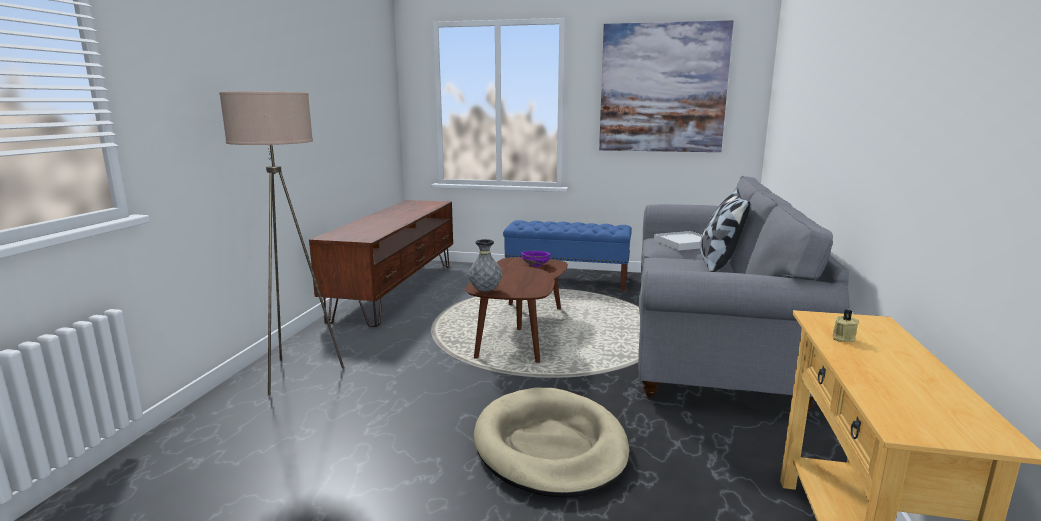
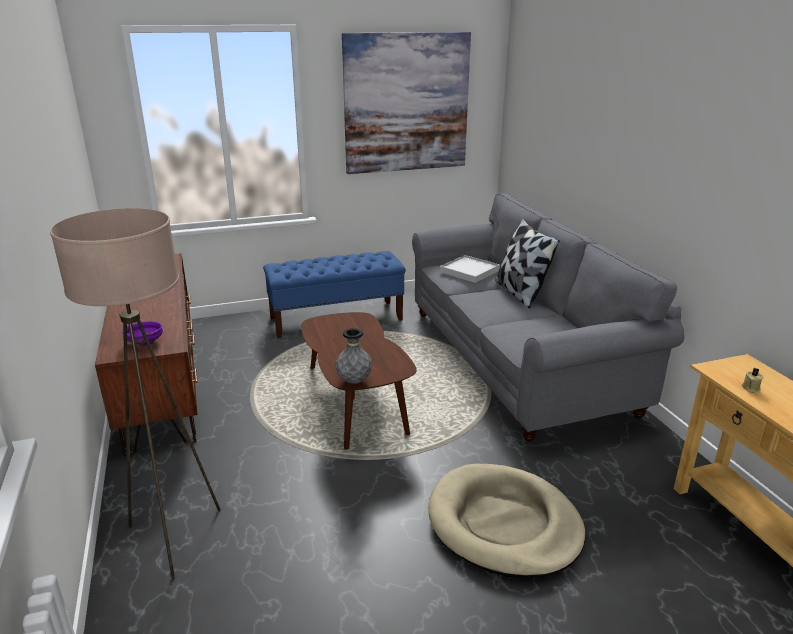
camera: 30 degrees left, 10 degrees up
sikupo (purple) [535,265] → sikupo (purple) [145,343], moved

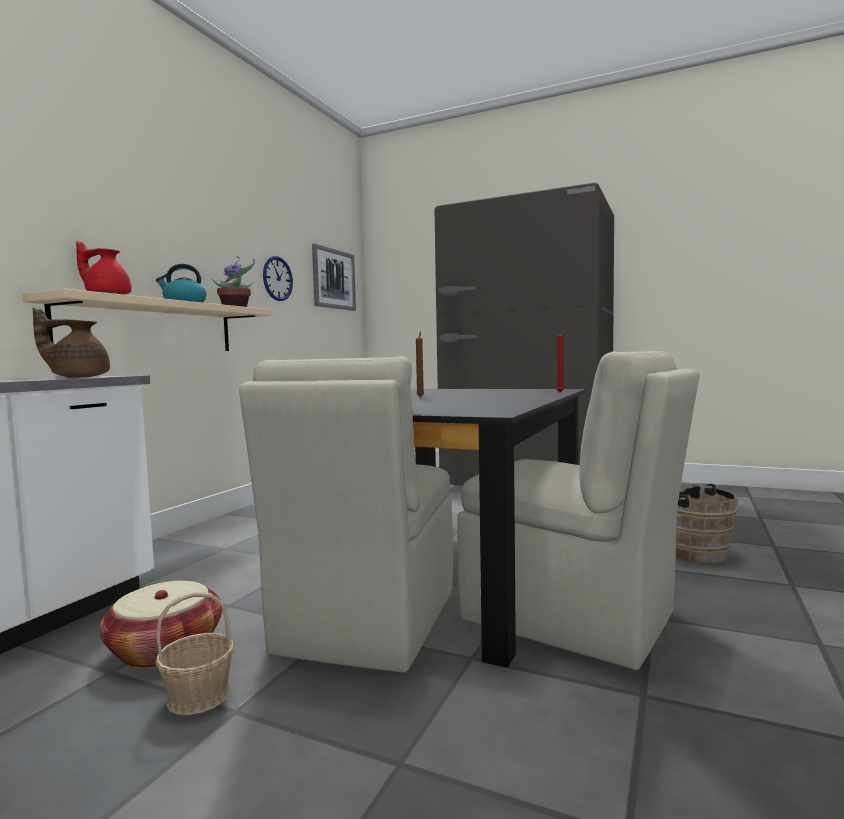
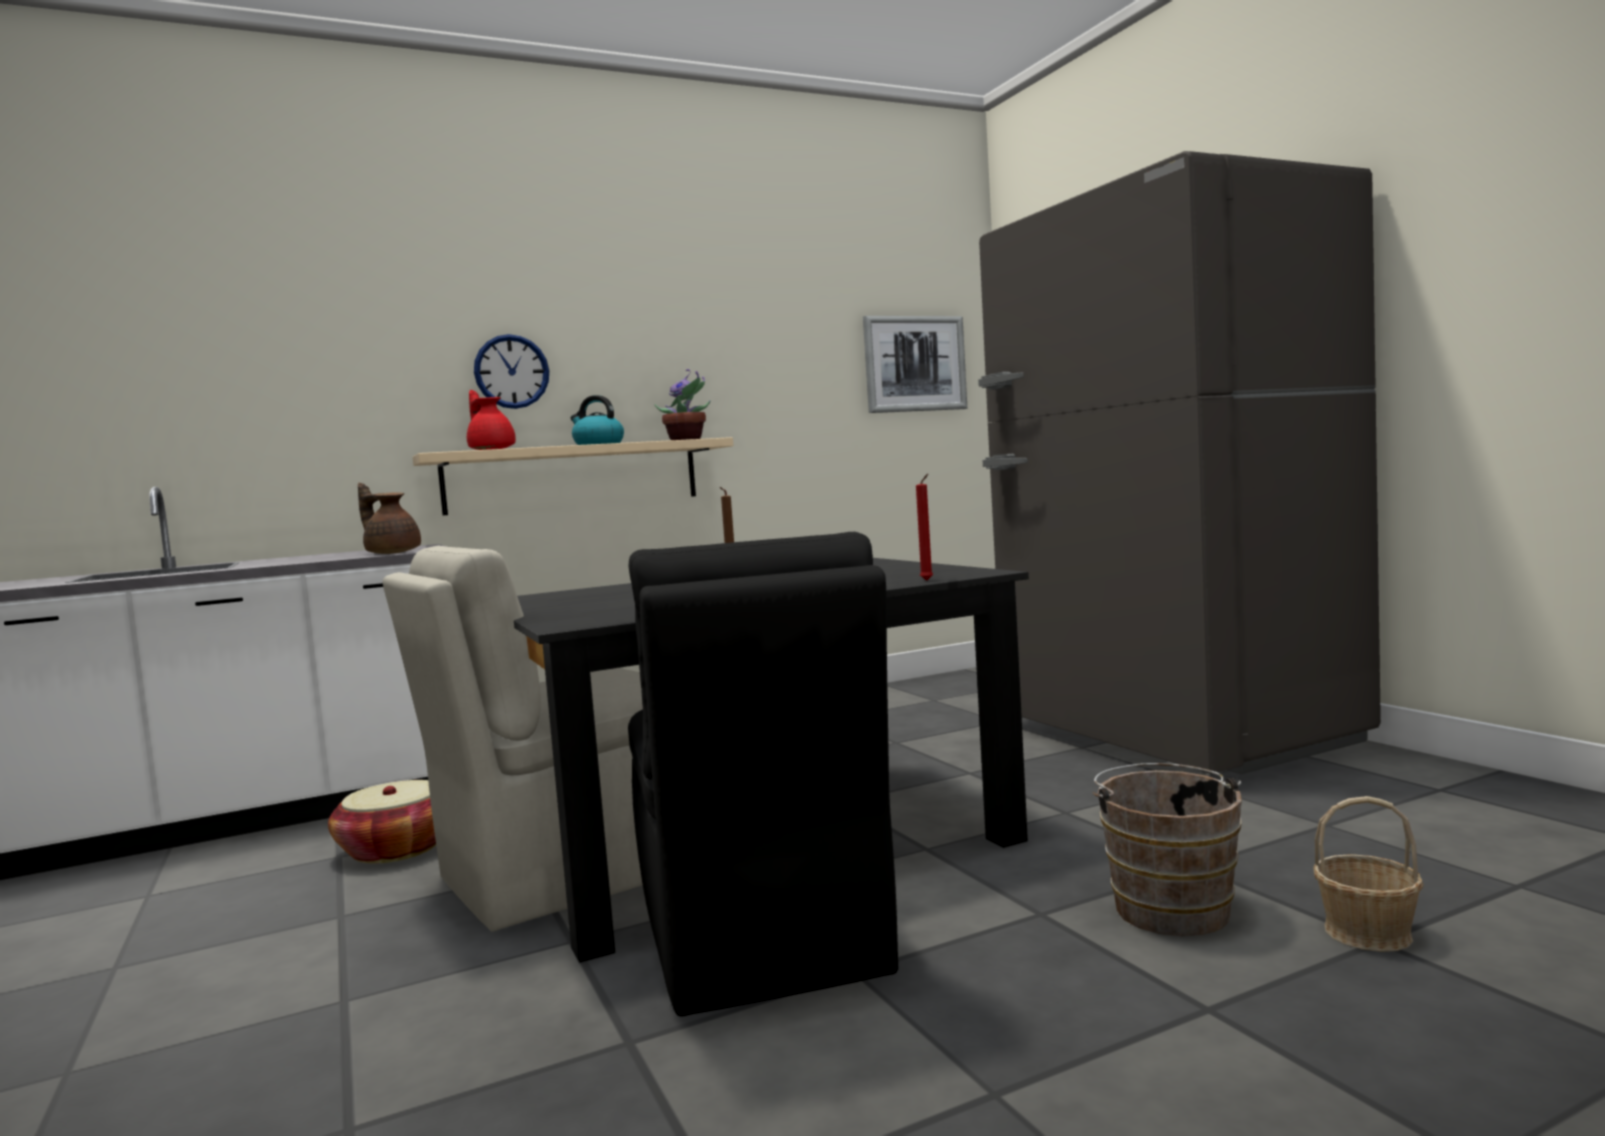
camera: 40 degrees right, 0 degrees up
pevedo [199,696] → pevedo [1368,933], moved
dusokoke [277,278] → dusokoke [511,371], moved
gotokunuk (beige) [572,618] → gotokunuk (black) [760,938]

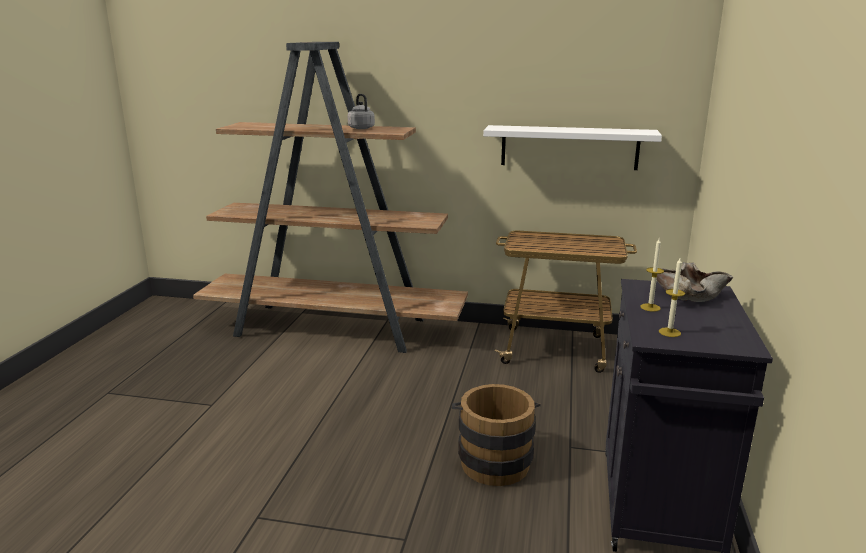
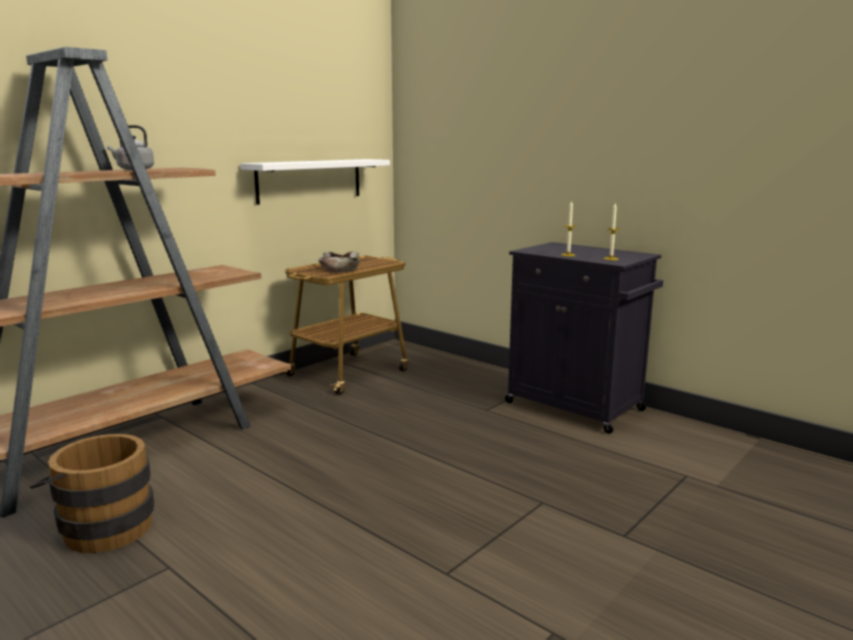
camera: 60 degrees left, 5 degrees down
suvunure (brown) [493,459] → suvunure (brown) [102,527], moved
sikupo (beige) [689,294] → sikupo (beige) [341,269], moved

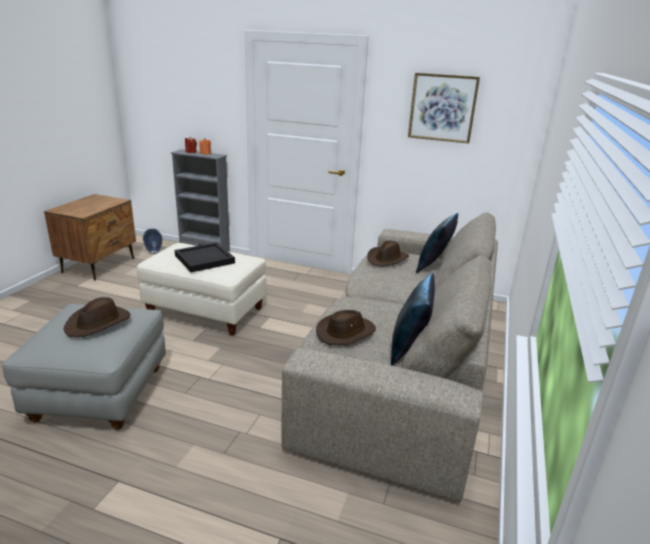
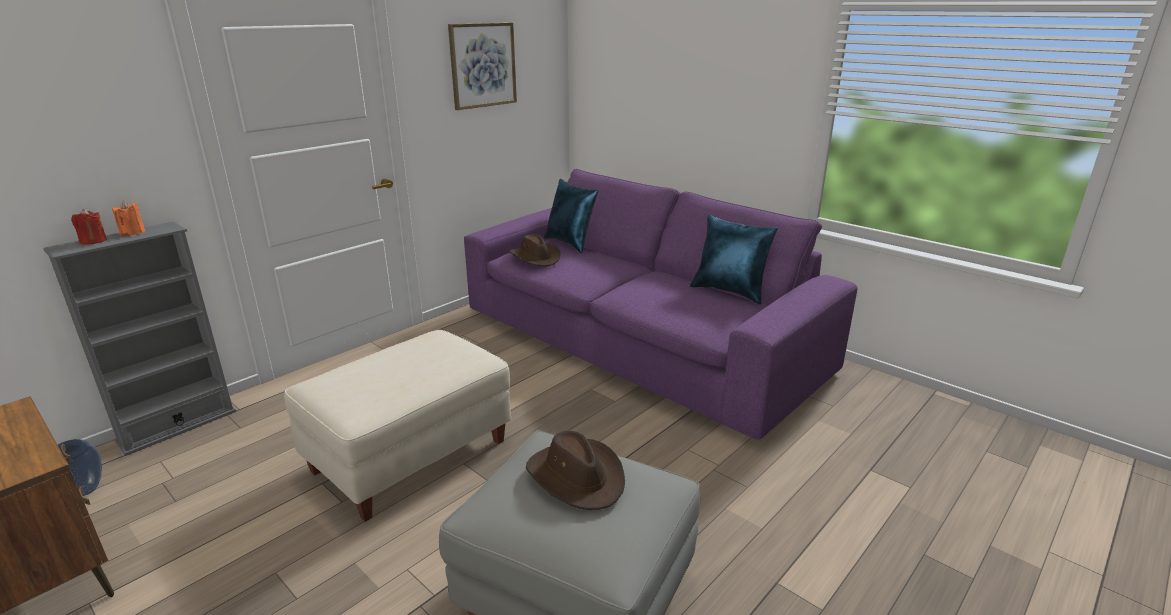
camera: 65 degrees left, 0 degrees up
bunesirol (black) [204,259] → -
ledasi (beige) [403,361] → ledasi (purple) [636,341]
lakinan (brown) [345,332] → -

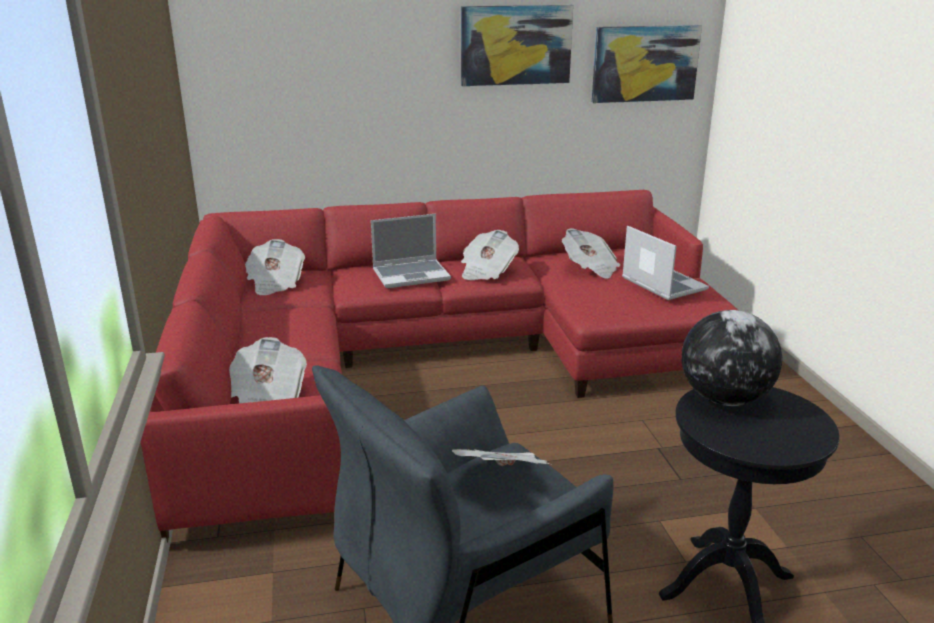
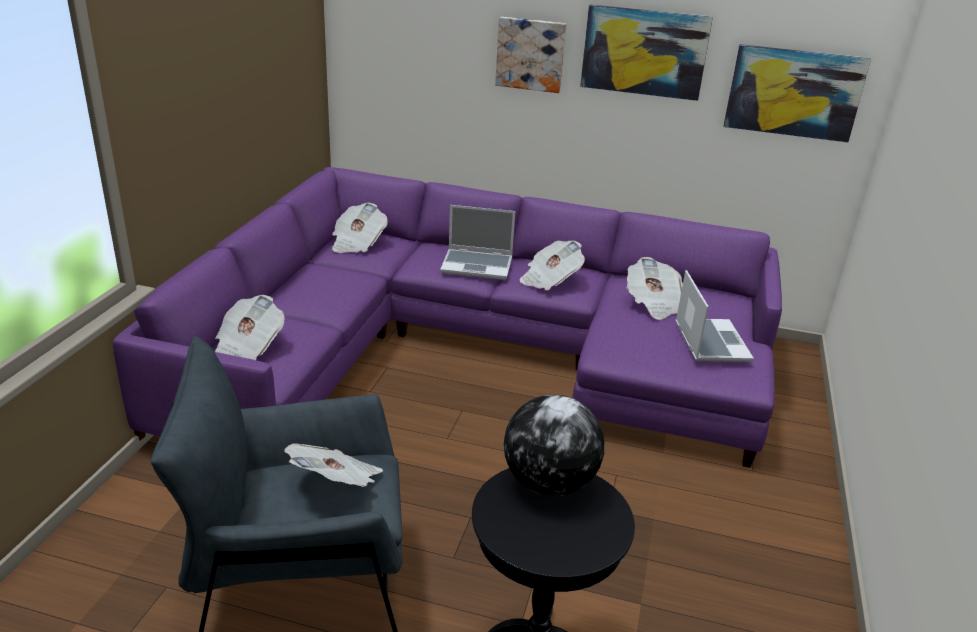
camera: 25 degrees right, 5 degrees up
ledasi (red) [427,363] → ledasi (purple) [470,353]
- → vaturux [531,54]

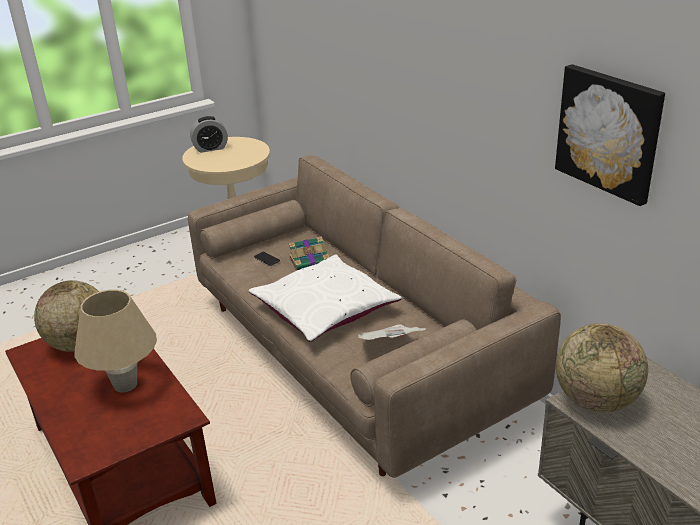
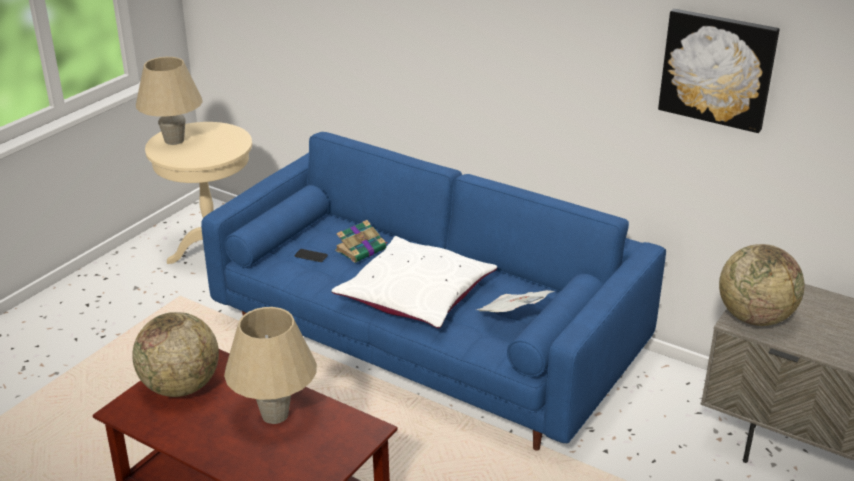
camera: 25 degrees left, 0 degrees up
ledasi (beige) [355,353] → ledasi (blue) [427,341]
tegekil [210,148] → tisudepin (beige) [174,140]

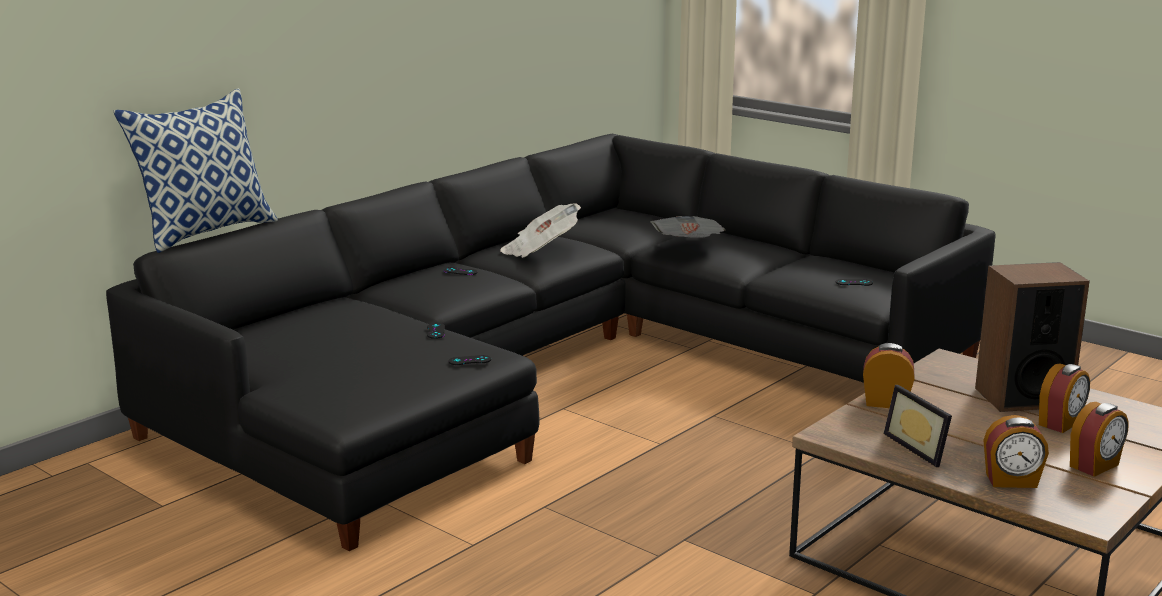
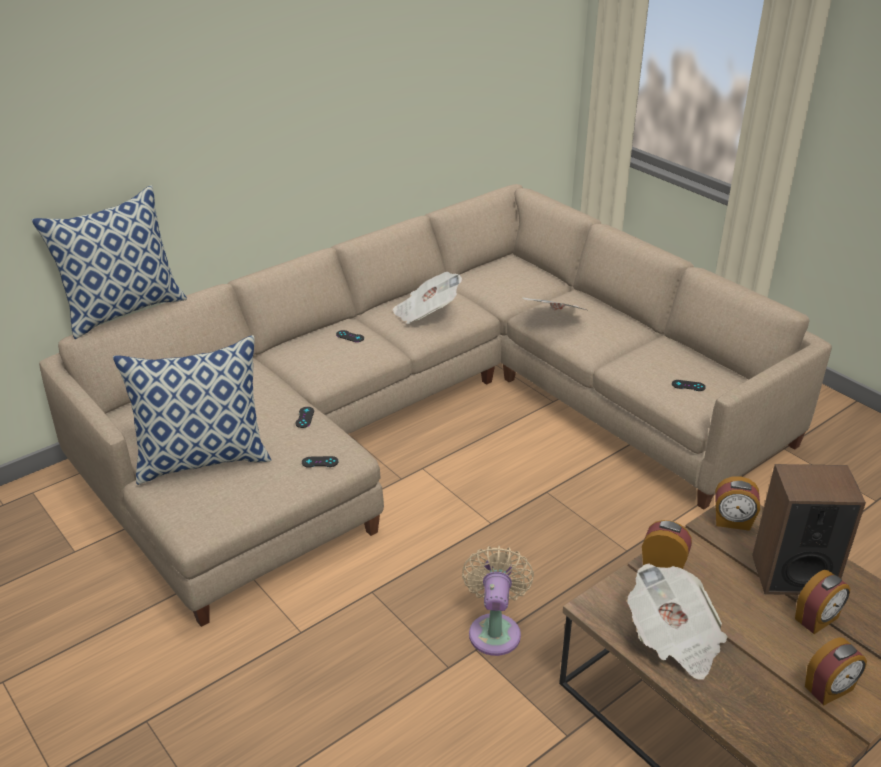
camera: 10 degrees right, 15 degrees up
ledasi (black) [554,369] → ledasi (beige) [429,417]
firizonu [921,447] → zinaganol [674,639]
tegekil [1011,481] → tegekil [732,521], moved
- → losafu [203,459]
- → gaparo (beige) [495,630]

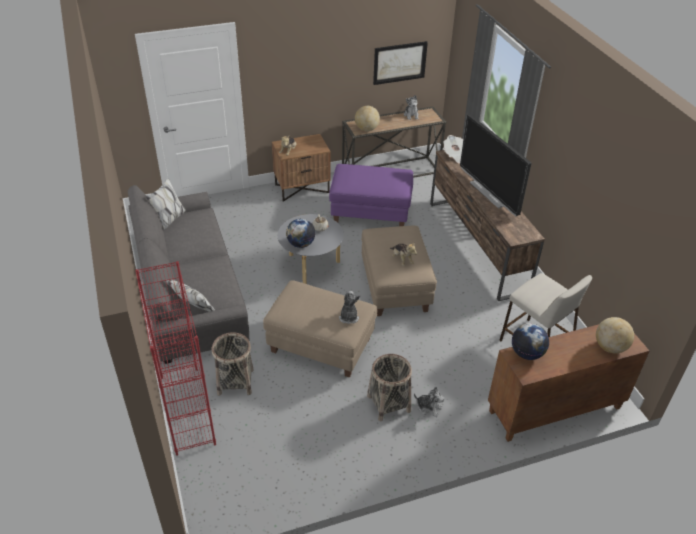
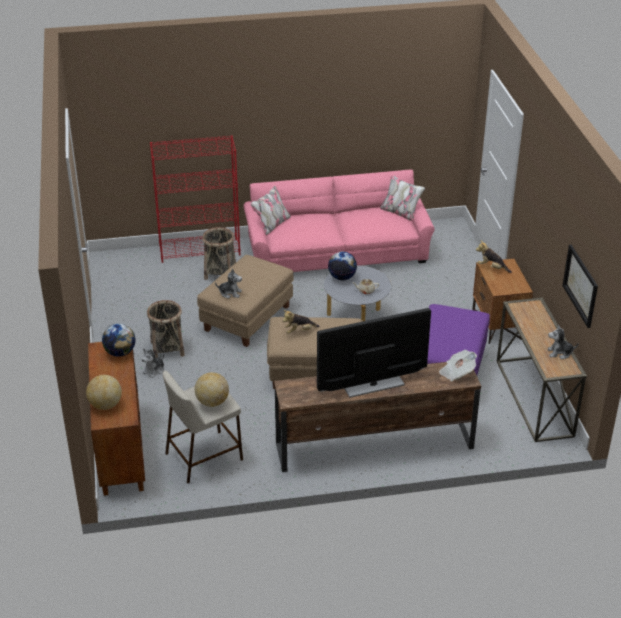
camera: 100 degrees right, 5 degrees down
ledasi (grey) [189,290] → ledasi (pink) [337,251]
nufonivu [366,129] → nufonivu [212,402], moved

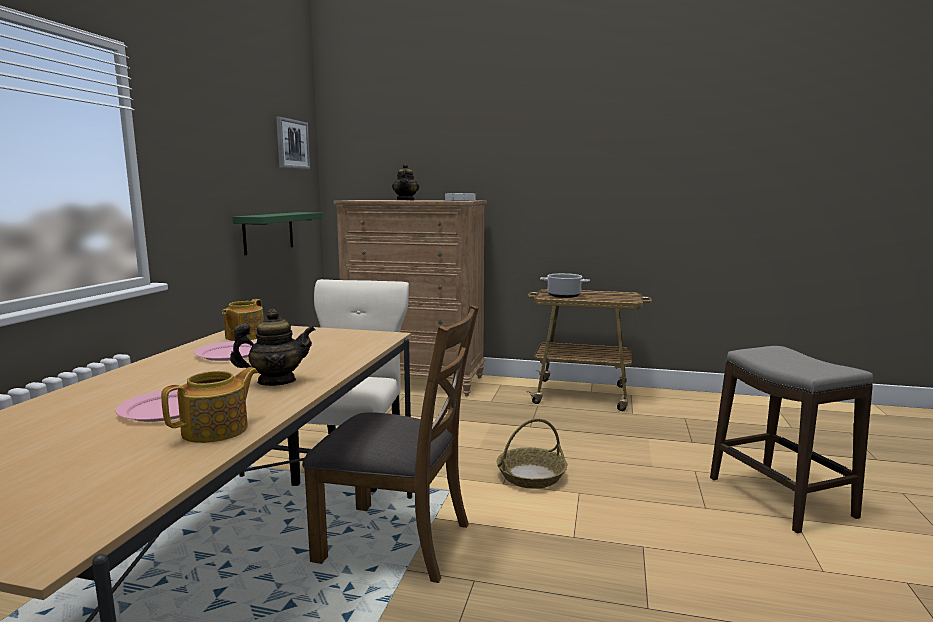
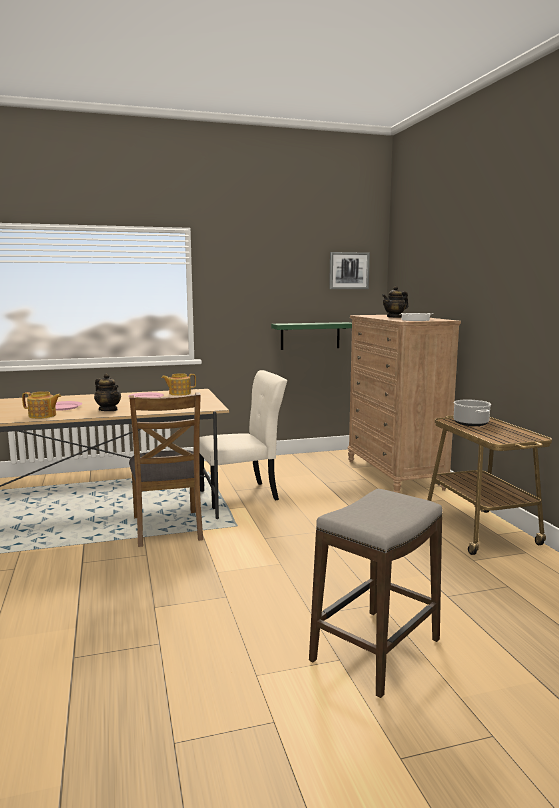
camera: 60 degrees right, 0 degrees up
pevedo [531,476] → -

